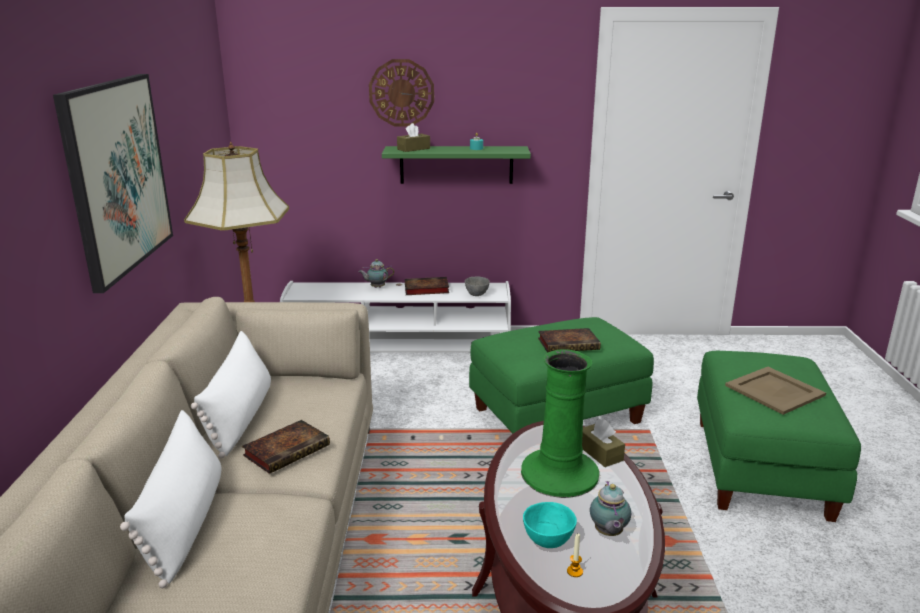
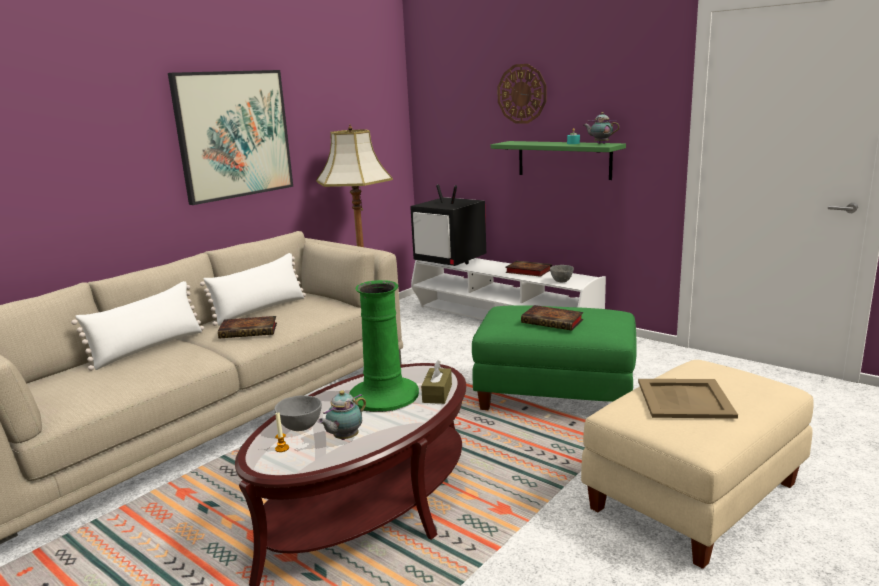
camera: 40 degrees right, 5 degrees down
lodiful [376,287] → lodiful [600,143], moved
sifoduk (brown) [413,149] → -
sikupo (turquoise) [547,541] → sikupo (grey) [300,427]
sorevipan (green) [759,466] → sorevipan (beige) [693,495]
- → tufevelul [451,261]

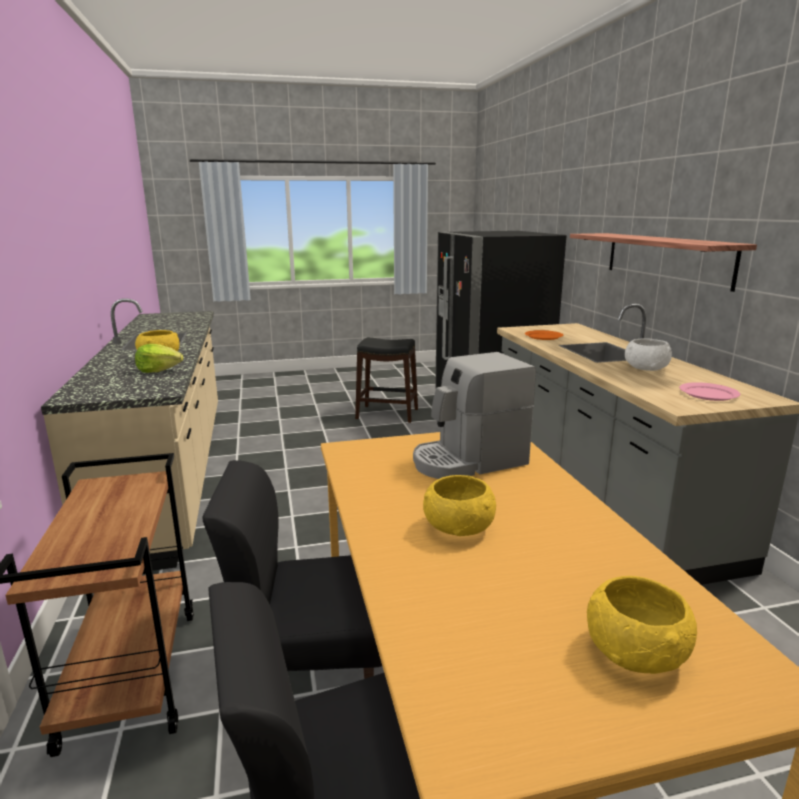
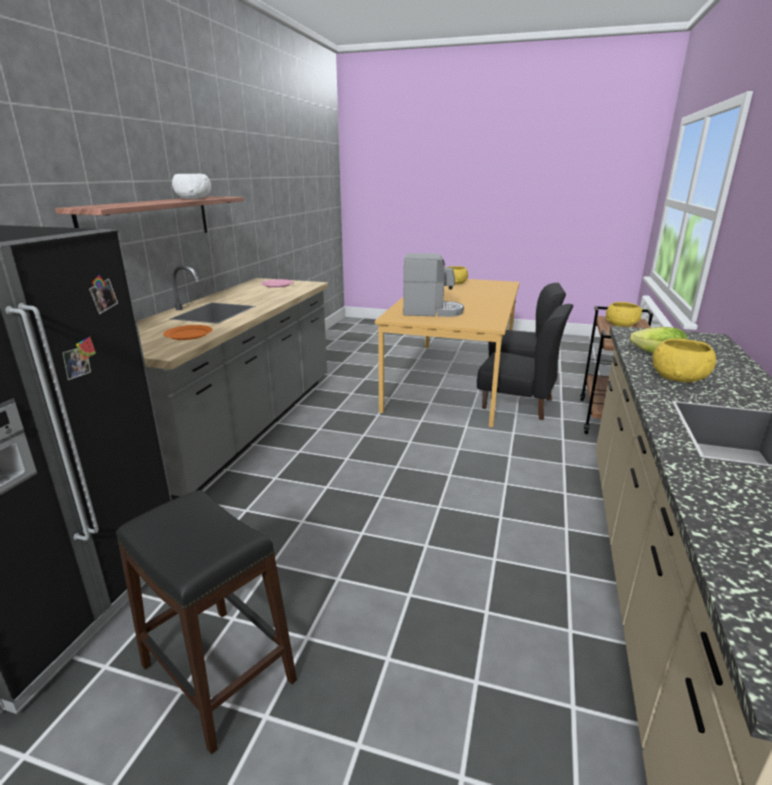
camera: 150 degrees left, 5 degrees up
sikupo (yellow) [459,527] → sikupo (yellow) [621,324], moved
sikupo (white) [646,368] → sikupo (white) [193,198], moved

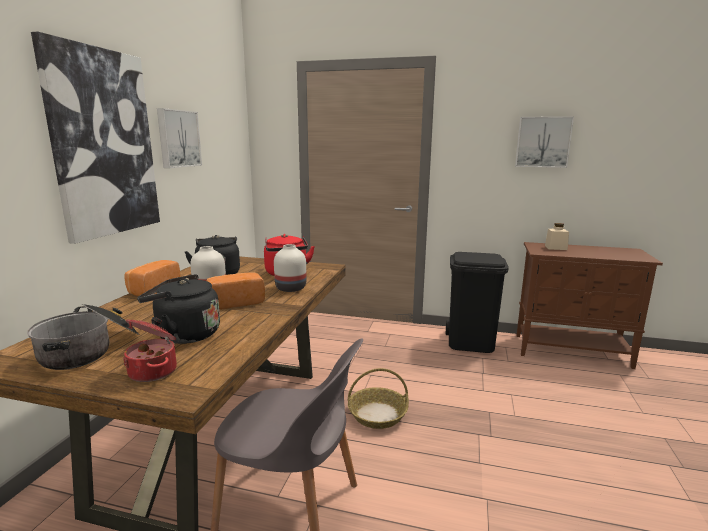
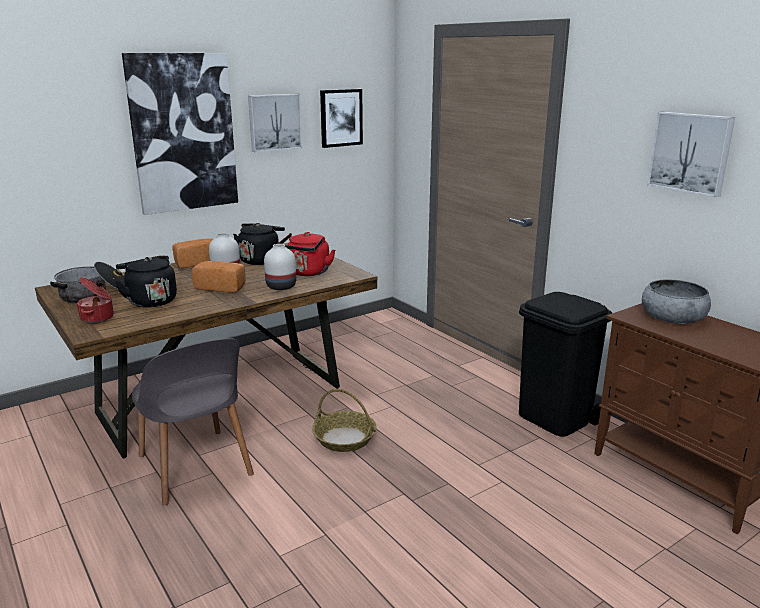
camera: 40 degrees right, 5 degrees up
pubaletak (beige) [555,248] → sikupo (grey) [673,317]
- → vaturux [341,118]

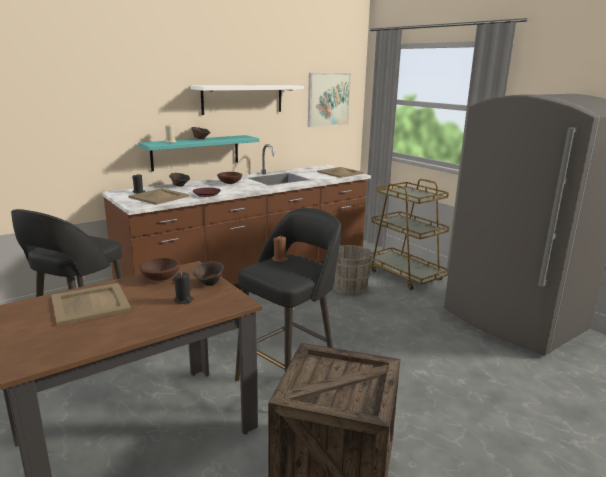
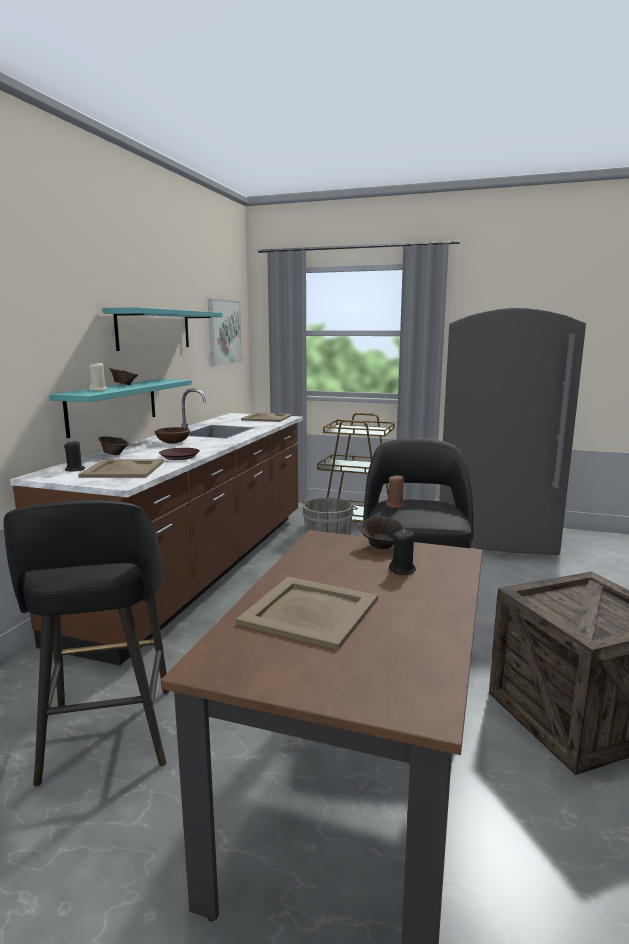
camera: 35 degrees left, 5 degrees down
sikupo (brown) [161,278] → -
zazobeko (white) [242,99] → zazobeko (turquoise) [154,329]

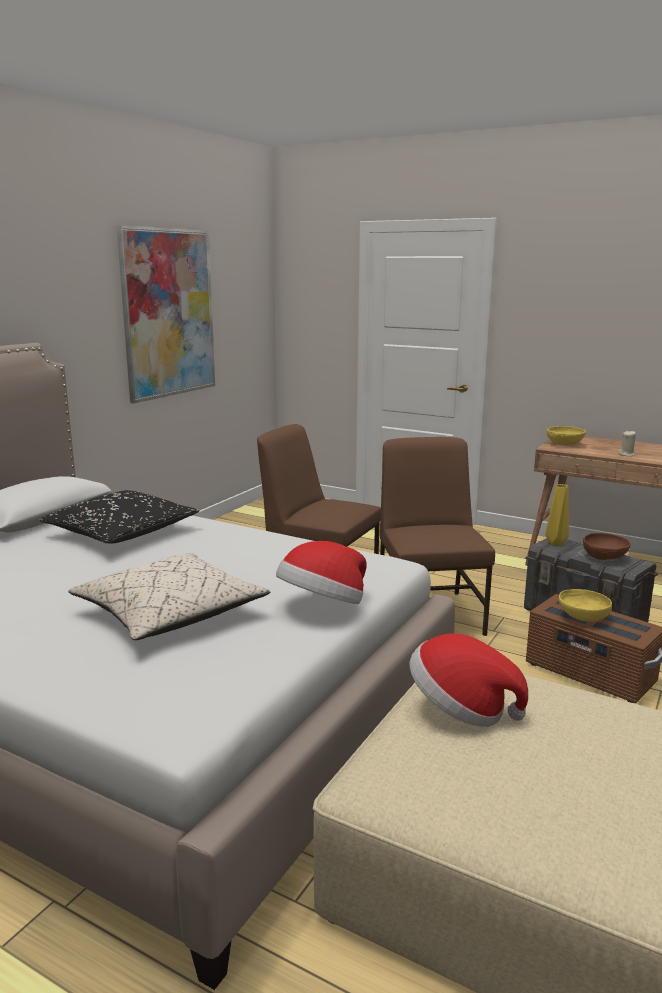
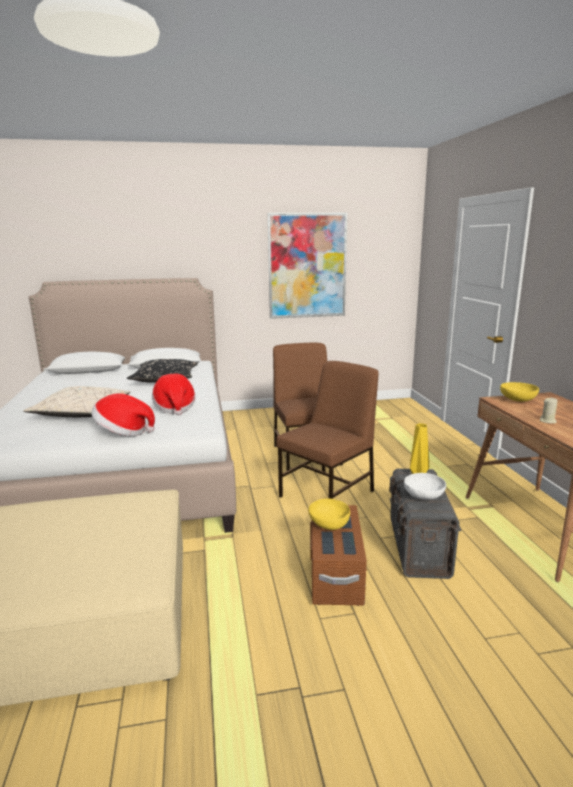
camera: 50 degrees right, 0 degrees up
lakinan [461,709] → lakinan [174,408], moved
sikupo (brown) [605,558] → sikupo (white) [424,497]

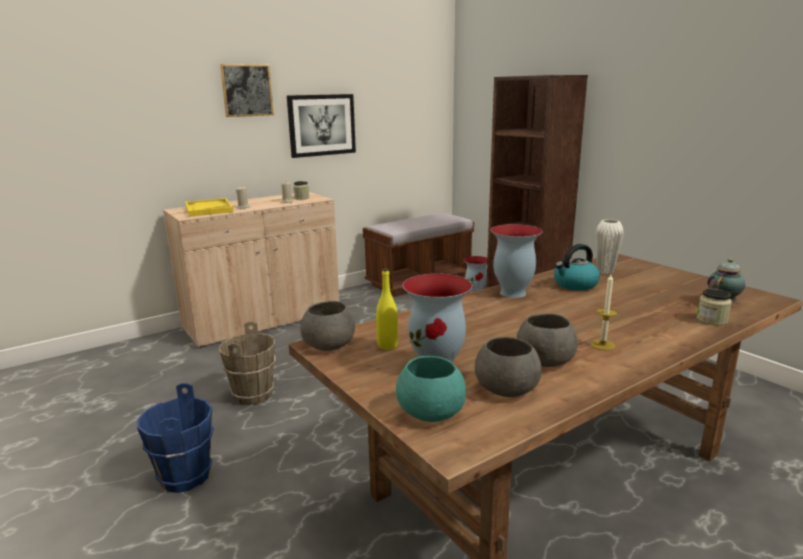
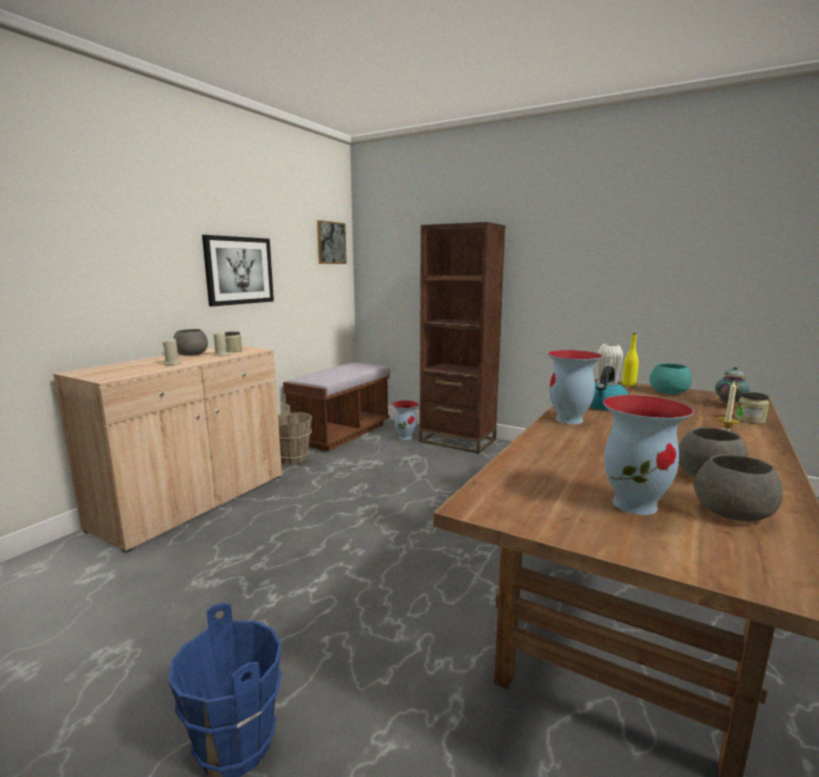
camera: 25 degrees left, 5 degrees down
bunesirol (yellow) [208,209] → -
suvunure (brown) [253,395] → suvunure (brown) [294,459], moved
vaturux [247,90] → vaturux [331,243], moved
sikupo (grey) [329,344] → sikupo (grey) [192,354], moved
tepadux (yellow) [387,345] → tepadux (yellow) [628,384], moved
sikupo (turquoise) [432,412] → sikupo (turquoise) [669,392], moved

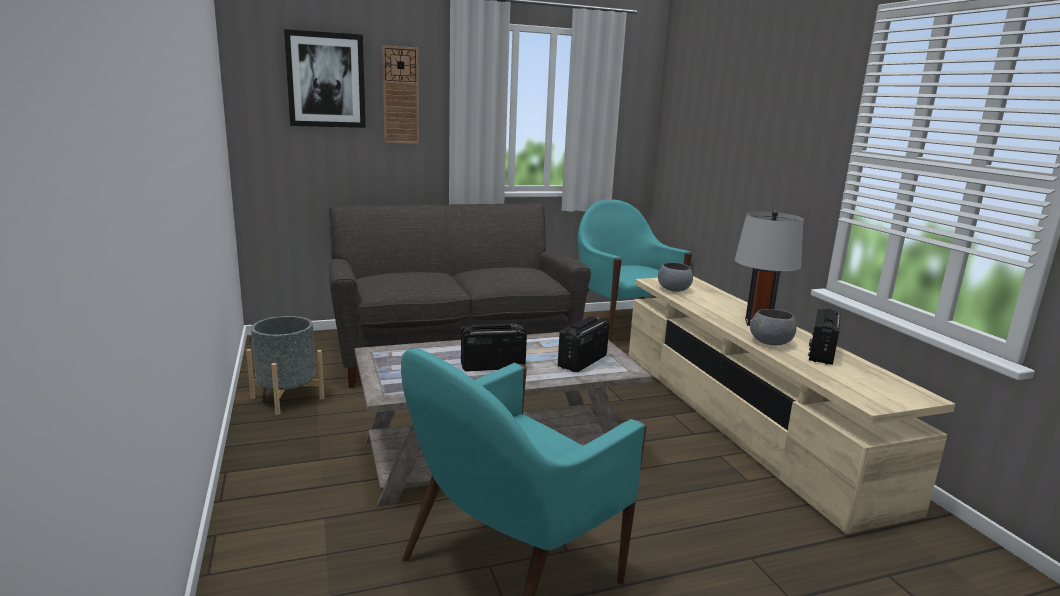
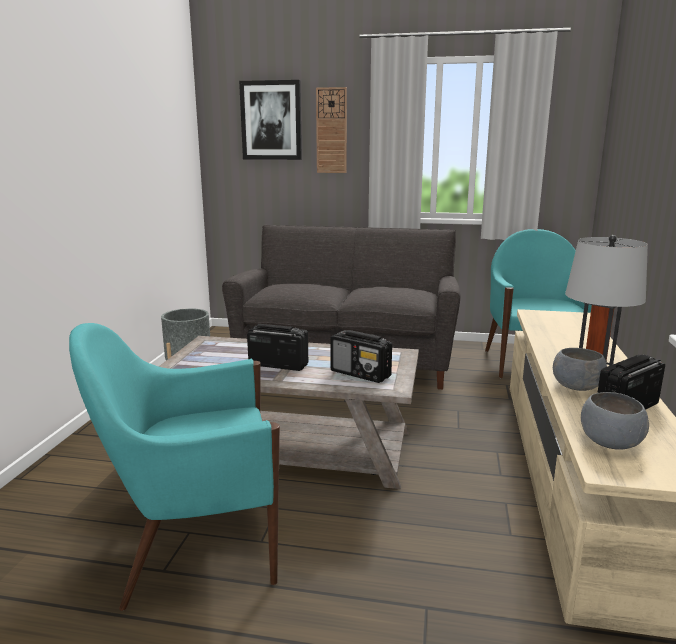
camera: 30 degrees right, 0 degrees up
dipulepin [582,361] → dipulepin [361,374], 120 degrees counterclockwise
sikupo (grey) [673,290] → sikupo (grey) [610,443], moved

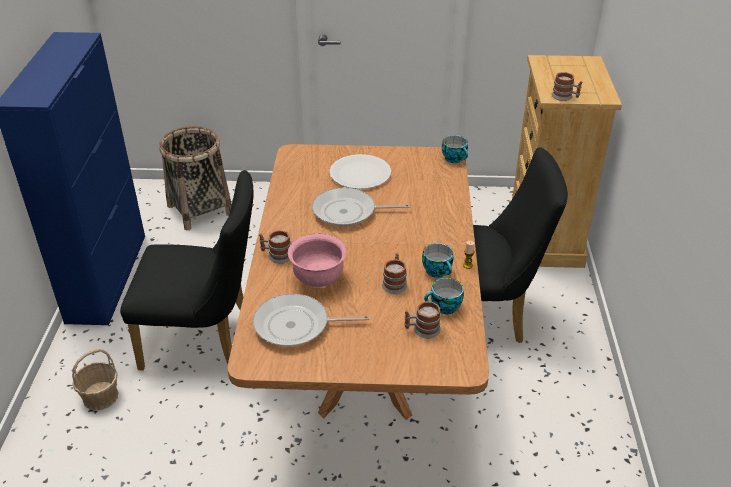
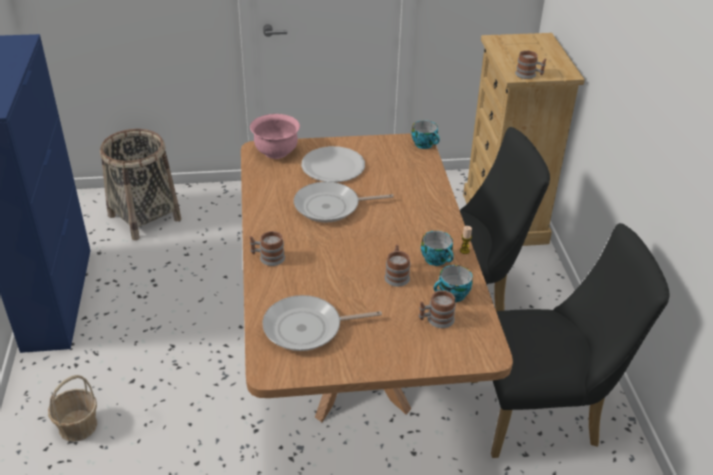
camera: 10 degrees left, 0 degrees up
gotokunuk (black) [206,341] → gotokunuk (black) [543,413], moved
sikupo (pink) [318,278] → sikupo (pink) [276,152], moved

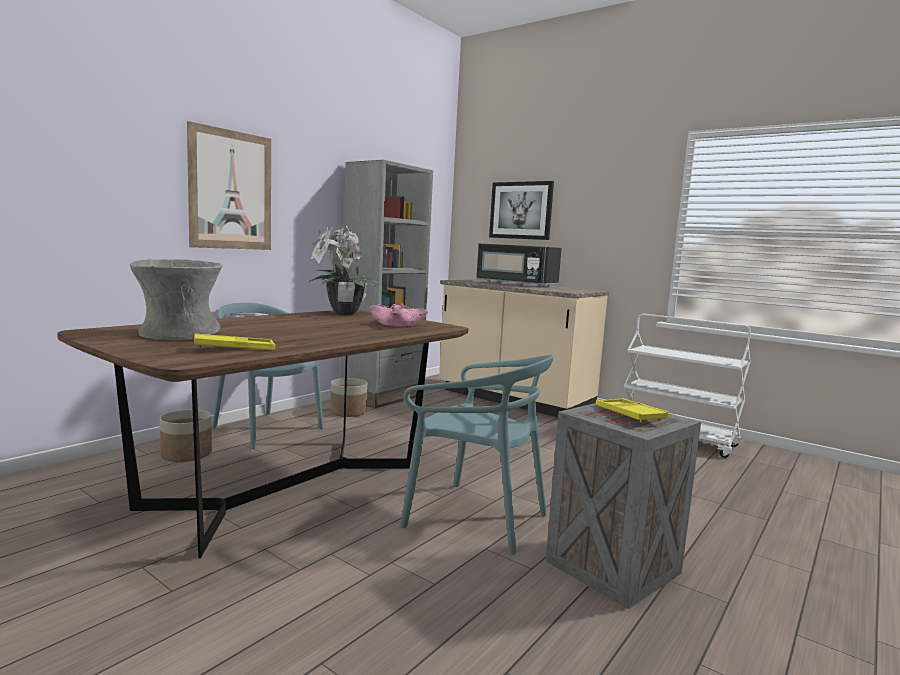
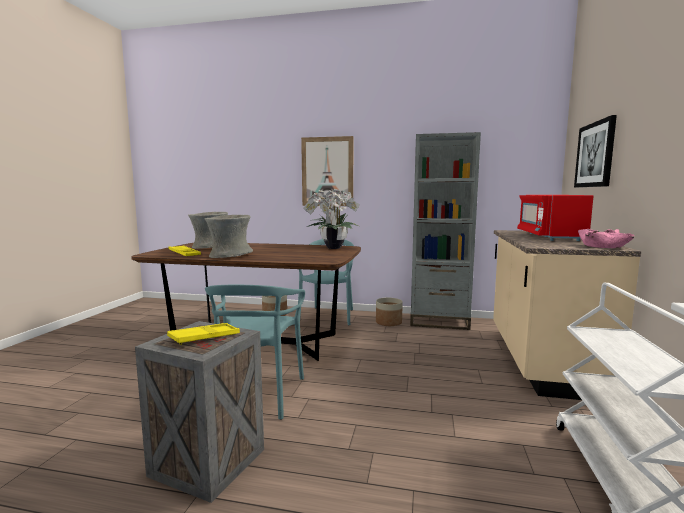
camera: 65 degrees right, 0 degrees up
sikupo (pink) [398,324] → sikupo (pink) [603,246], moved
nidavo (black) [515,284] → nidavo (red) [549,236]
- → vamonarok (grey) [229,256]

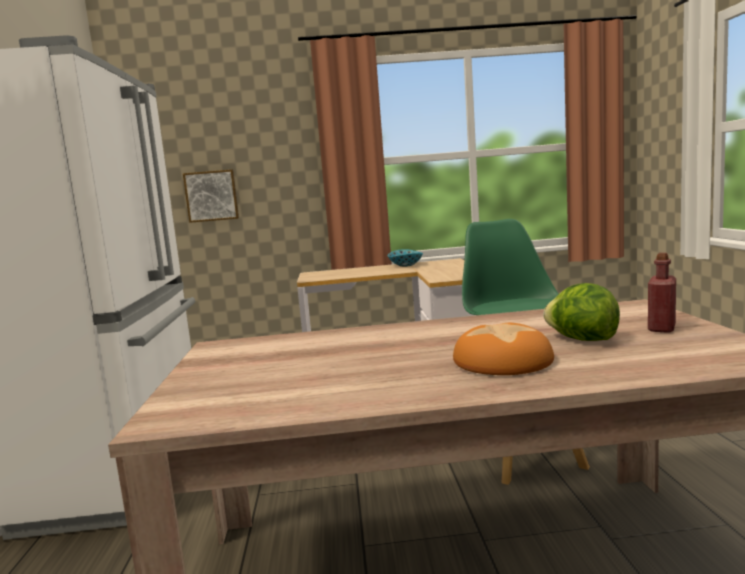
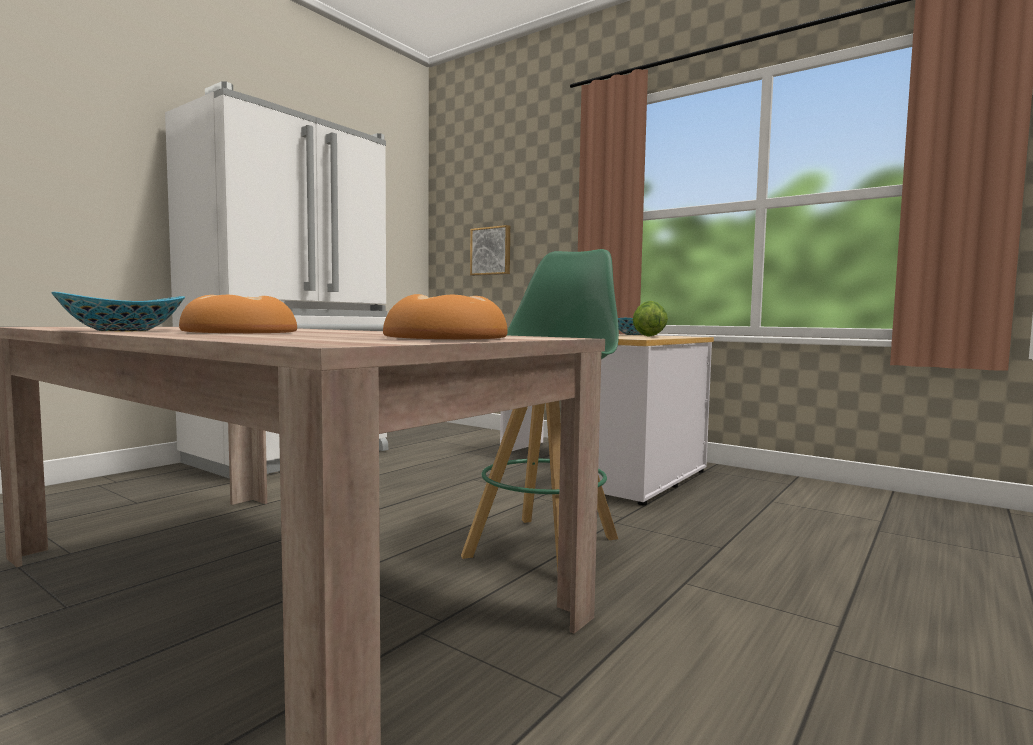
camera: 40 degrees right, 5 degrees down
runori [582,340] → runori [648,336], moved
tepadux (red) [661,328] → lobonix [445,338]
- → sikupo [122,331]

